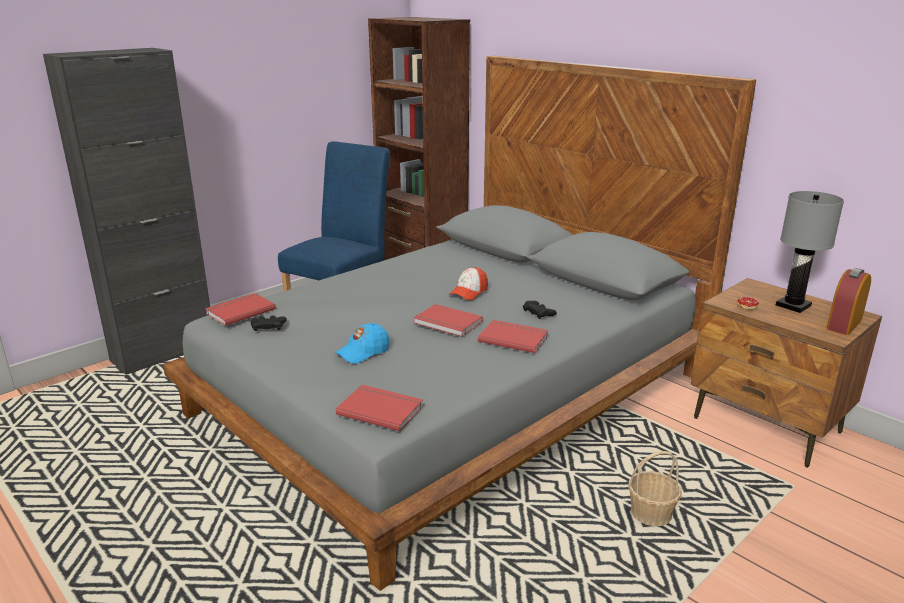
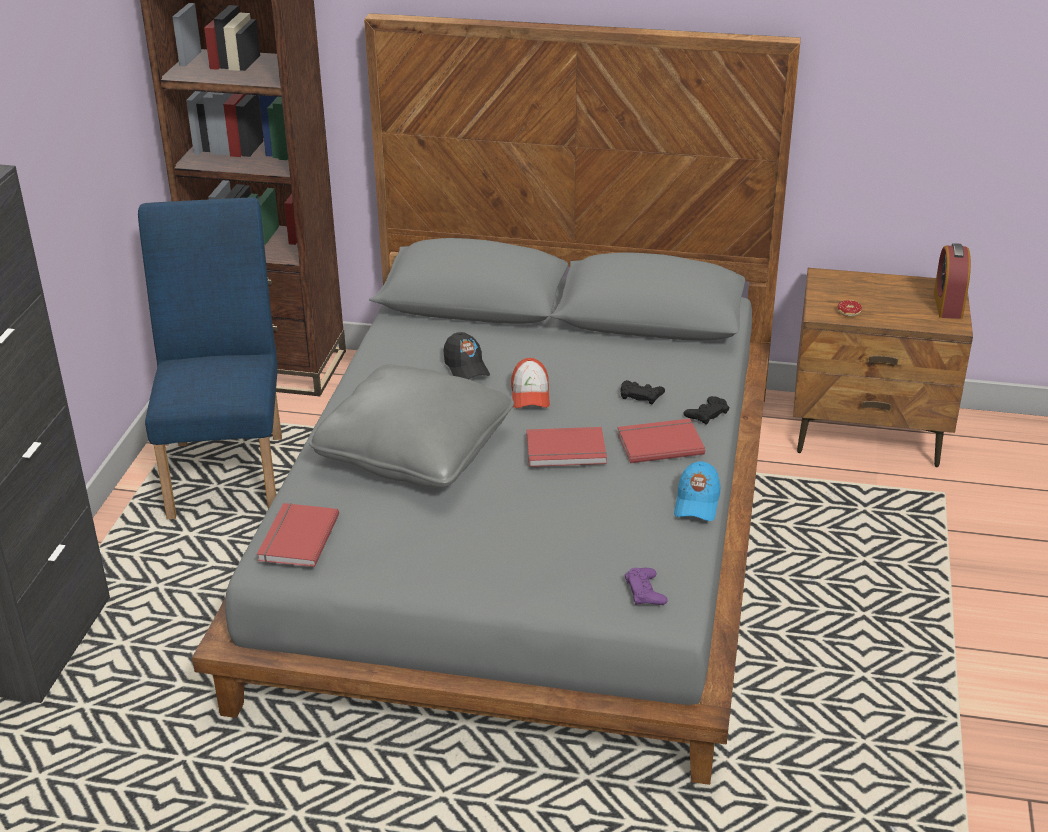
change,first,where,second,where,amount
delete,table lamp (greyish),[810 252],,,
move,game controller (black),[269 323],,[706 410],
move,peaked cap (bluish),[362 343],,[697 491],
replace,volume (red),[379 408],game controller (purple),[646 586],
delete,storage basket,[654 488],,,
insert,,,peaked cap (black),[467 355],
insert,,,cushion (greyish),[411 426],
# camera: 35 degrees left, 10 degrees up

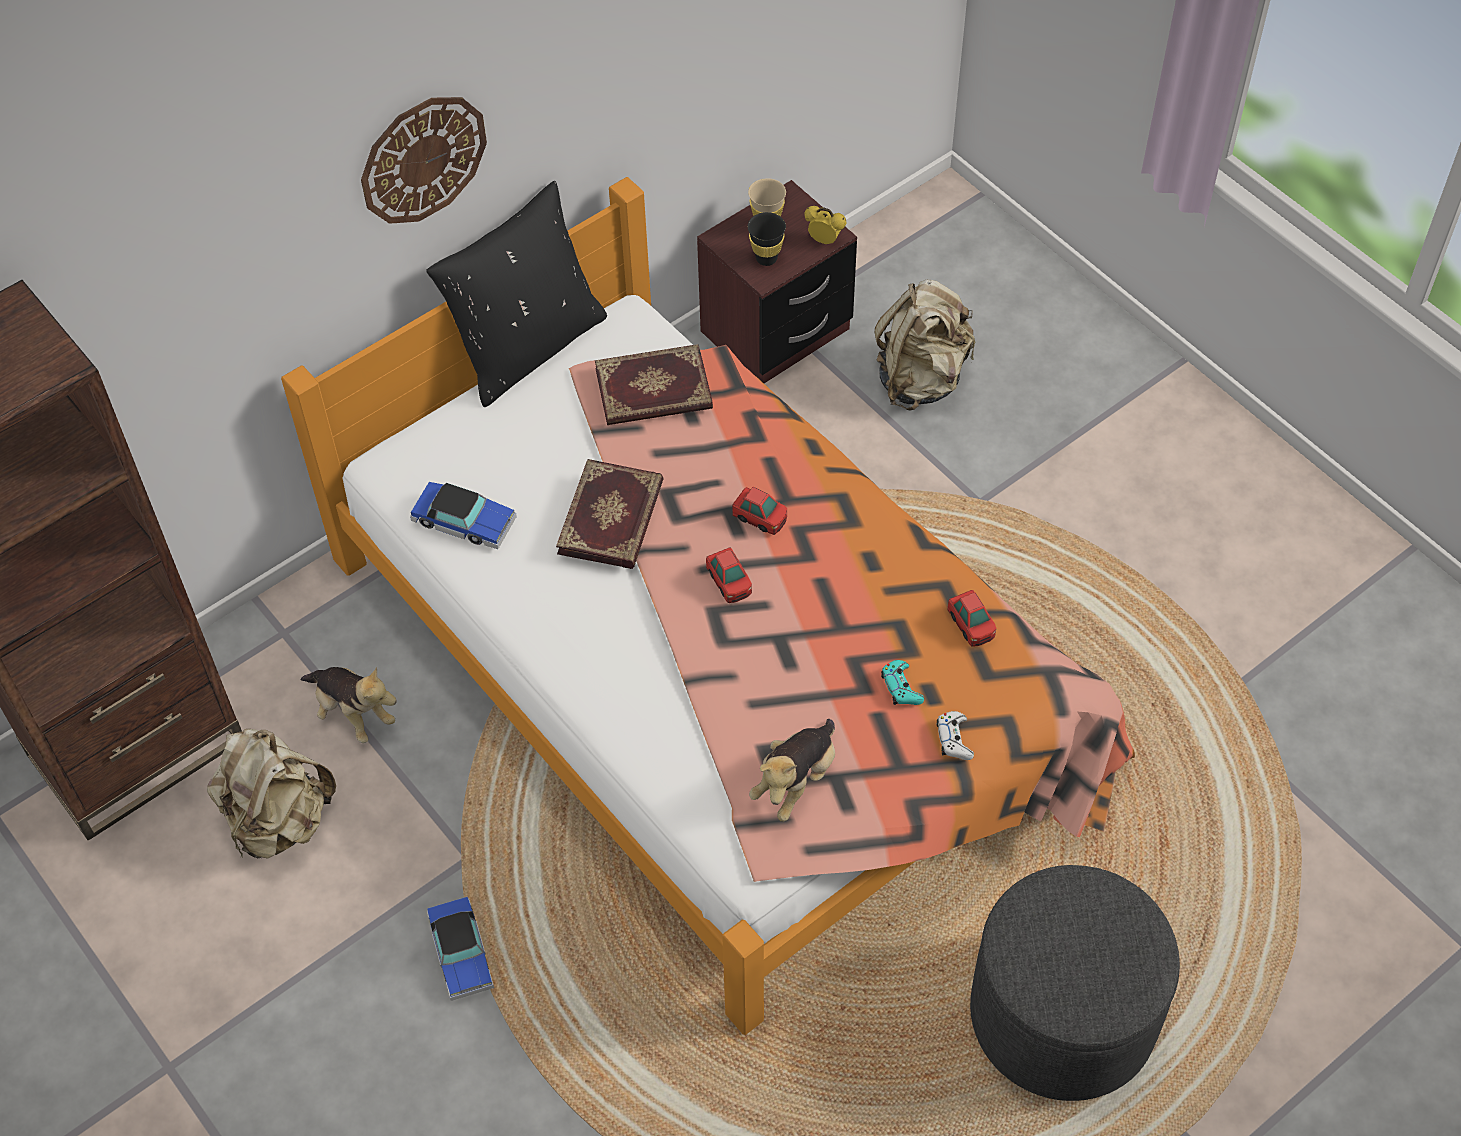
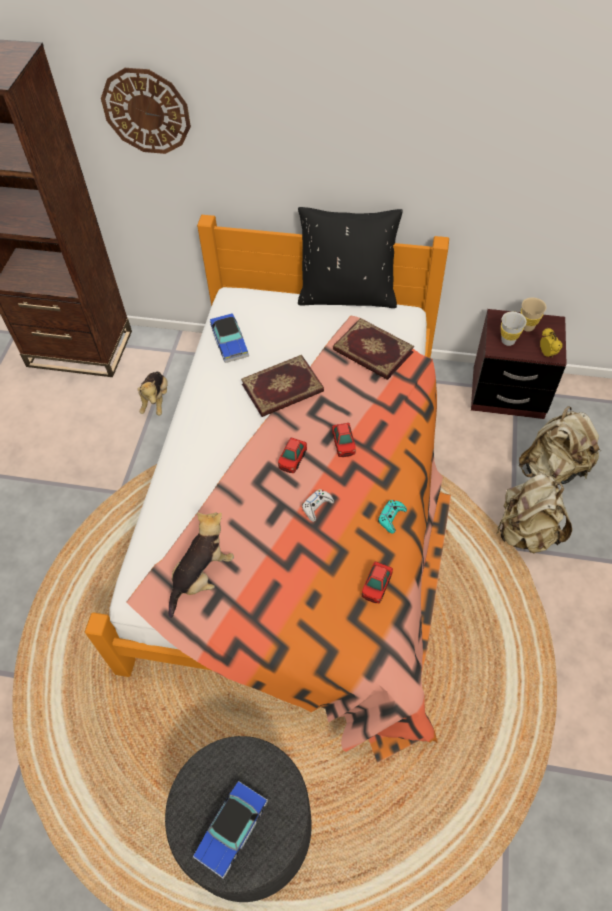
change,first,where,second,where,amount
move,hanging clock,[424 160],,[146 111],
recolor,cup (black),[767 239],cup (whitish),[514 329],
move,game controller (blue-green),[902 682],,[392 517],
move,game controller (whitish),[955 735],,[318 505],
rotate,plush toy,[792 770],,[201 565],135 degrees clockwise
move,backpack (beige-coloured),[271 794],,[534 513],
move,miniature car,[460 949],,[230 830],
# camera: 50 degrees right, 0 degrees up

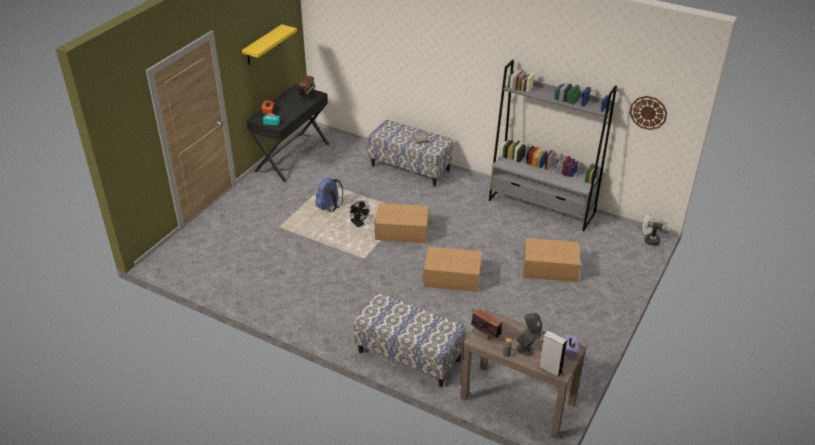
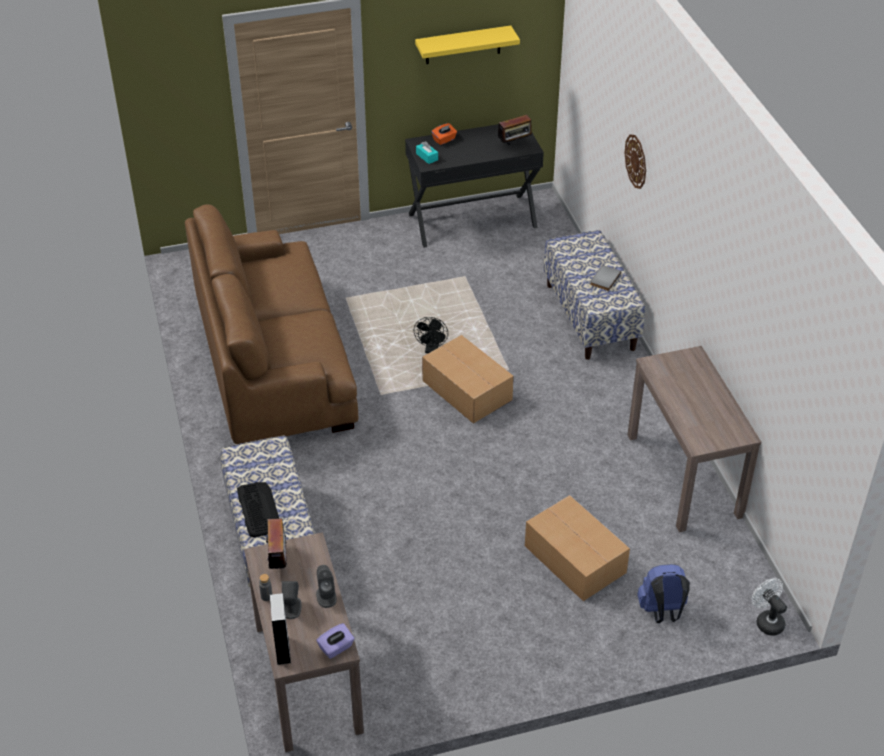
change,first,where,second,where,amount
replace,shelving unit (greyish),[553 145],hall table (brown),[694 439],
move,hanging clock,[648 113],,[635 161],
move,backpack (bluish),[329 195],,[663 593],
delete,packing box,[452 269],,,
insert,,,couch (brown),[271 324],
insert,,,computer keyboard,[258 509],
# camera: 45 degrees right, 5 degrees up

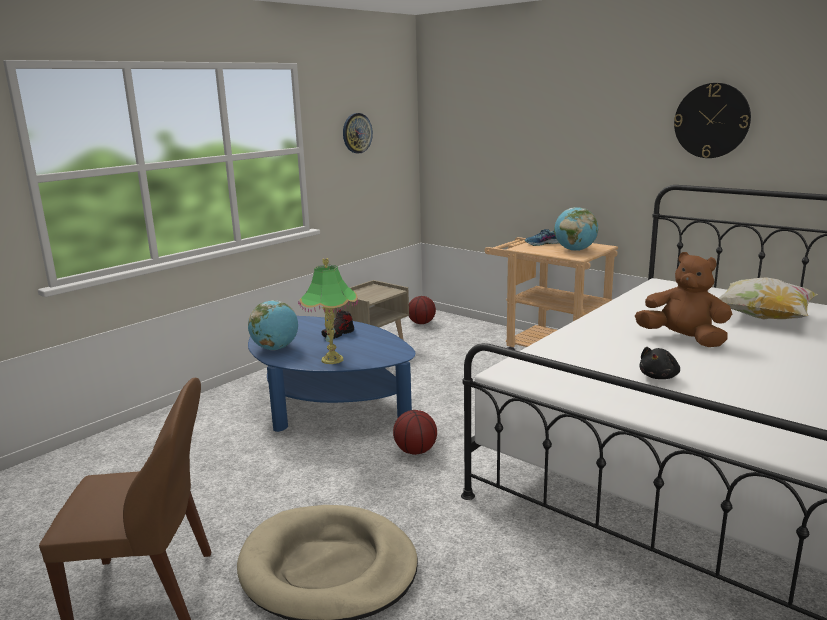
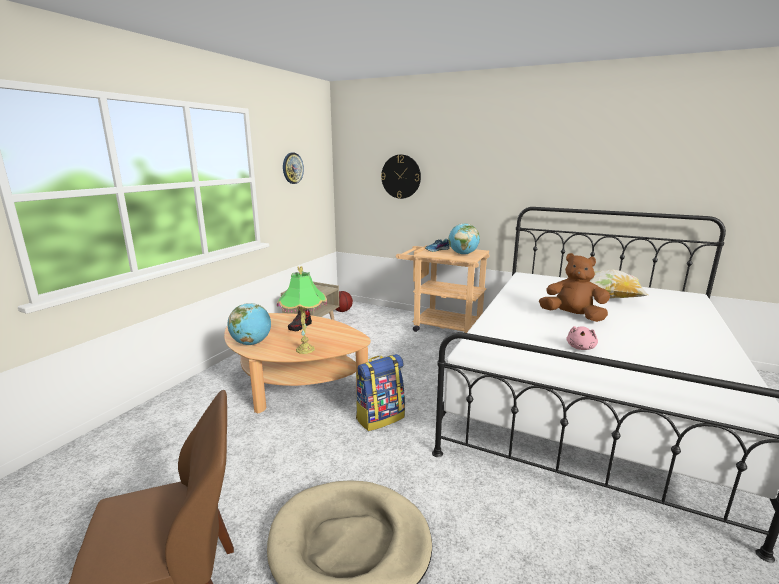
change,first,where,second,where,amount
move,hanging clock,[712 120],,[401 177],
recolor,coffee table (bluish),[331 374],coffee table (beige-coloured),[297 363],
recolor,plush toy (black),[659 363],plush toy (pink-coloured),[582 338],
replace,basketball ball,[415 432],backpack,[380 392],
# camera: 15 degrees left, 0 degrees up

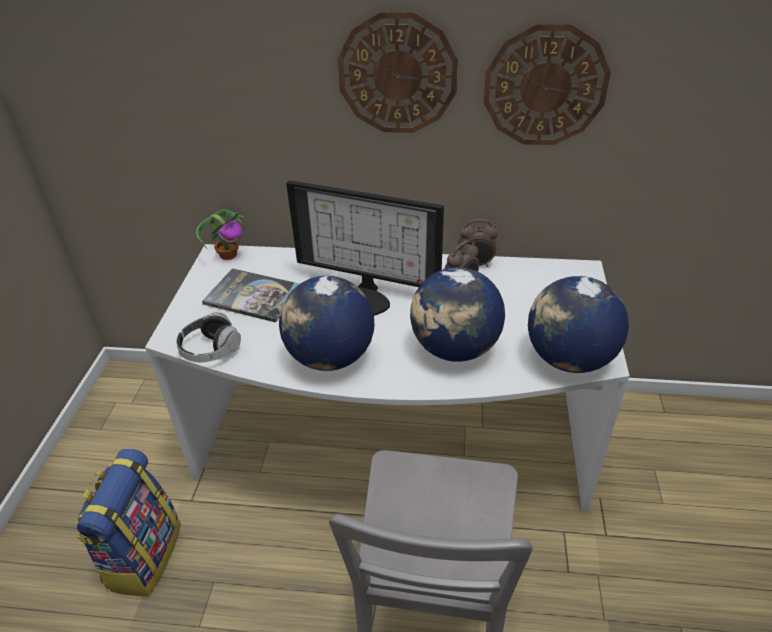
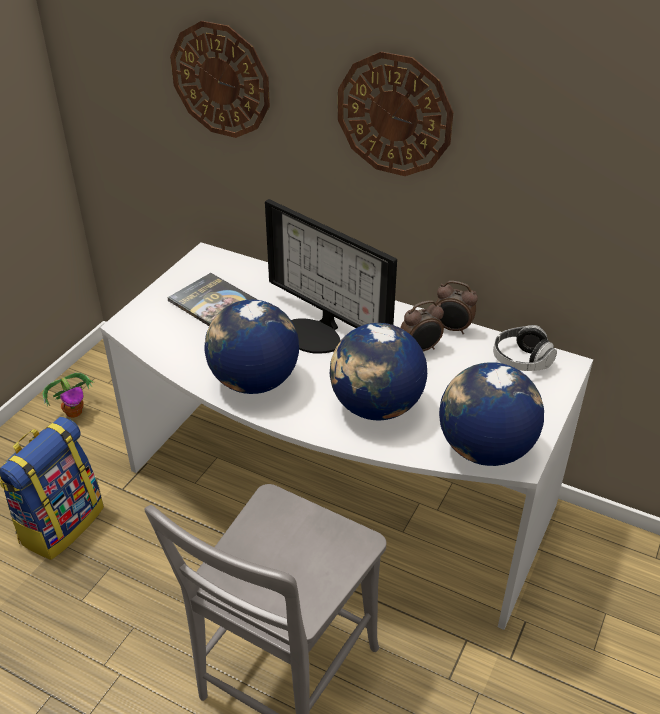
change,first,where,second,where,amount
move,hanging clock,[547 84],,[220 79],
move,houseplant,[220 234],,[68 395],
move,pair of headphones,[208 337],,[525 348],
# camera: 20 degrees right, 0 degrees up

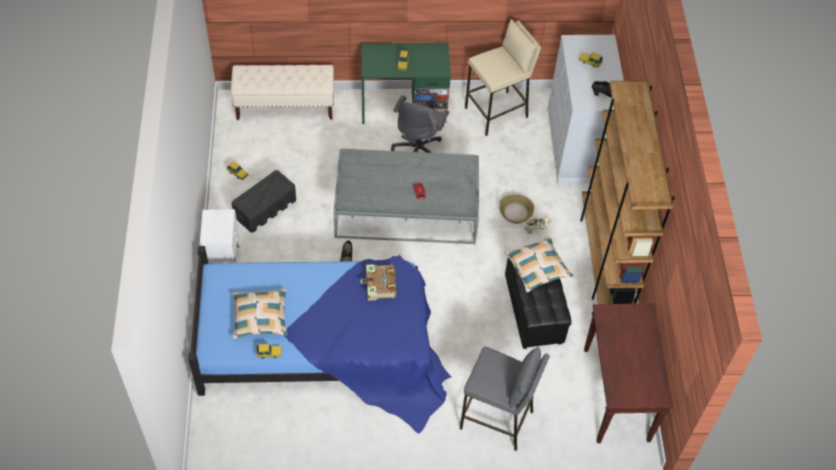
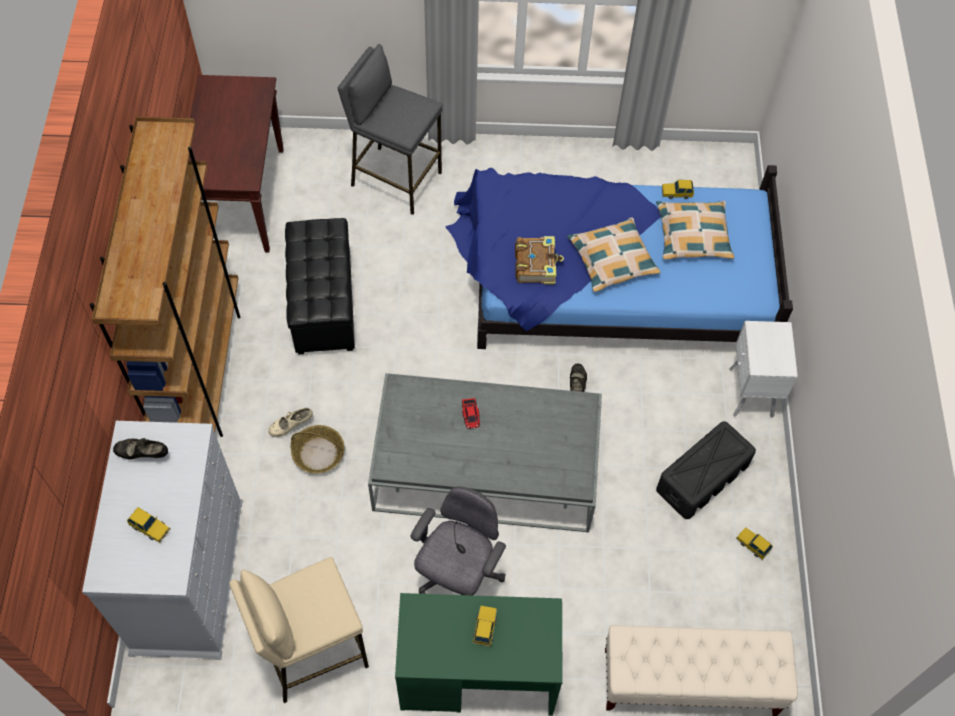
change,first,where,second,where,amount
move,cushion,[538 264],,[614 254],
# camera: 175 degrees left, 5 degrees up

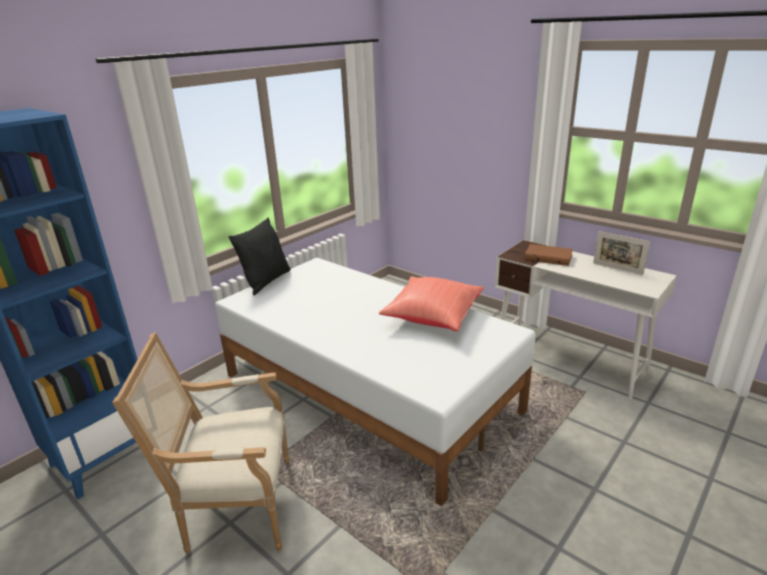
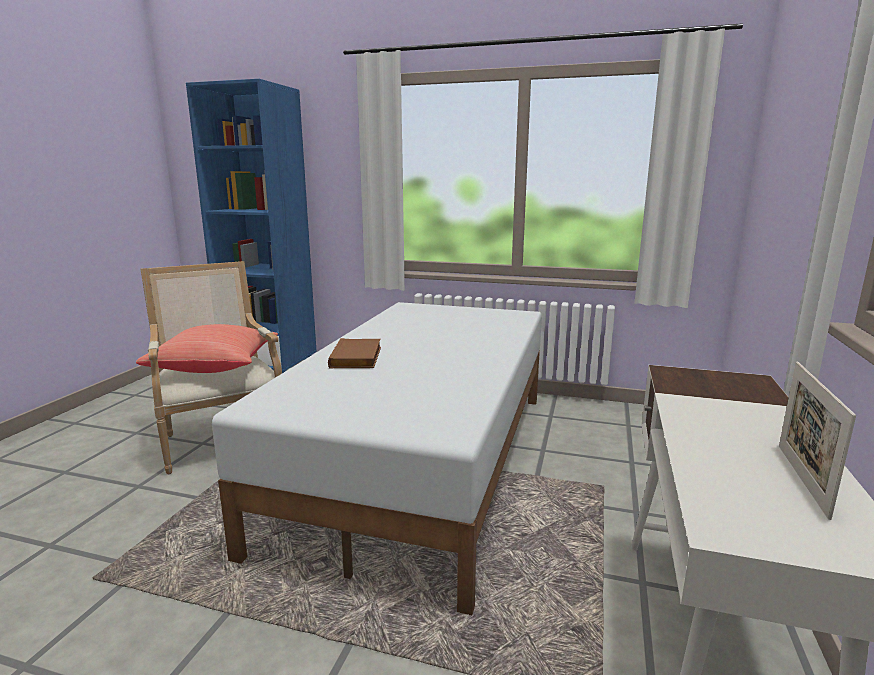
change,first,where,second,where,amount
delete,cushion (black),[260 256],,,
move,volume (brown),[548 255],,[354 353],
move,cushion (red),[431 303],,[207 348],
# camera: 65 degrees right, 10 degrees down

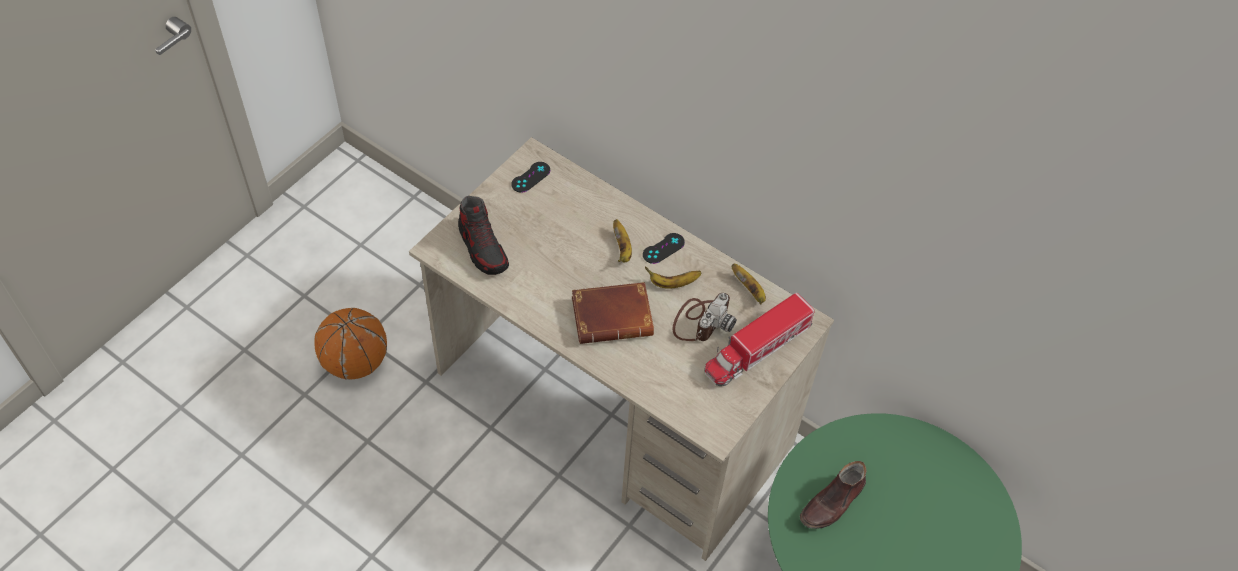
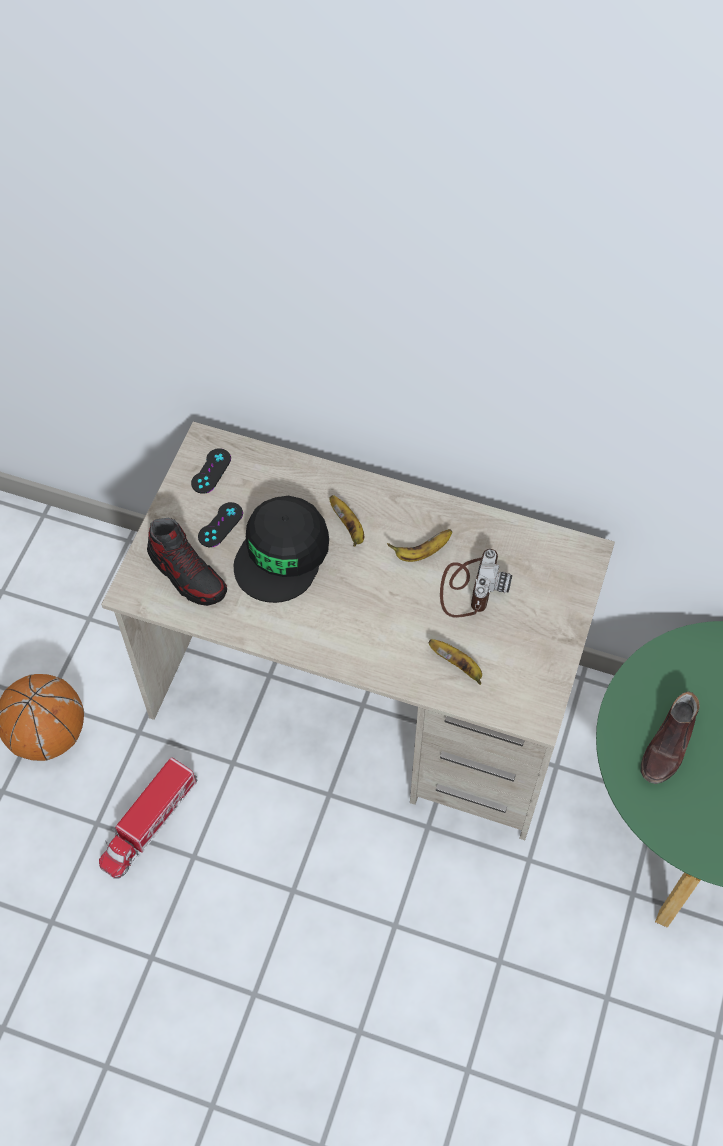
change,first,where,second,where,amount
move,game controller (black),[664 248],,[220 524],
move,whole banana,[749 284],,[455 662],
delete,volume (brown),[613 313],,,
move,toy lorry,[759 339],,[148 818],
insert,,,peaked cap (black),[281 549],
# camera: 15 degrees left, 5 degrees up

